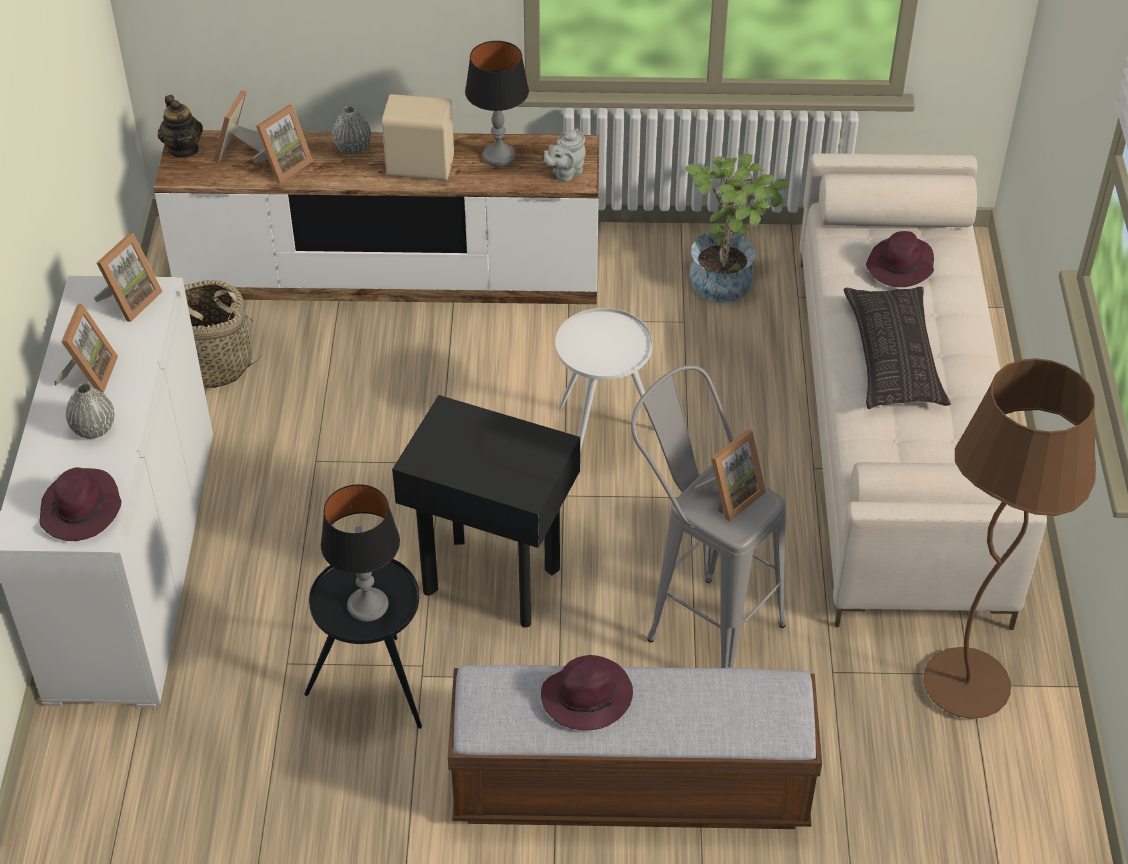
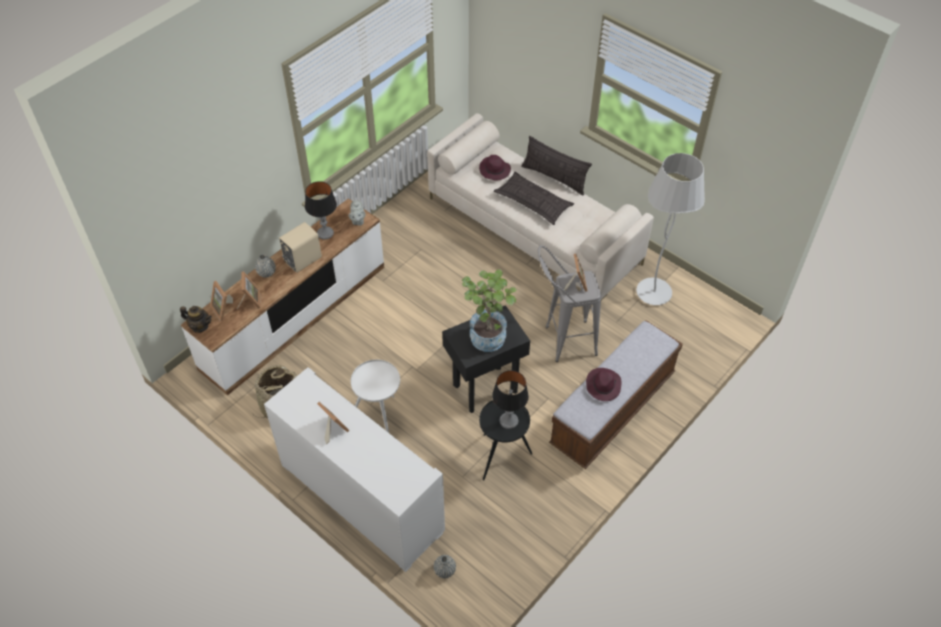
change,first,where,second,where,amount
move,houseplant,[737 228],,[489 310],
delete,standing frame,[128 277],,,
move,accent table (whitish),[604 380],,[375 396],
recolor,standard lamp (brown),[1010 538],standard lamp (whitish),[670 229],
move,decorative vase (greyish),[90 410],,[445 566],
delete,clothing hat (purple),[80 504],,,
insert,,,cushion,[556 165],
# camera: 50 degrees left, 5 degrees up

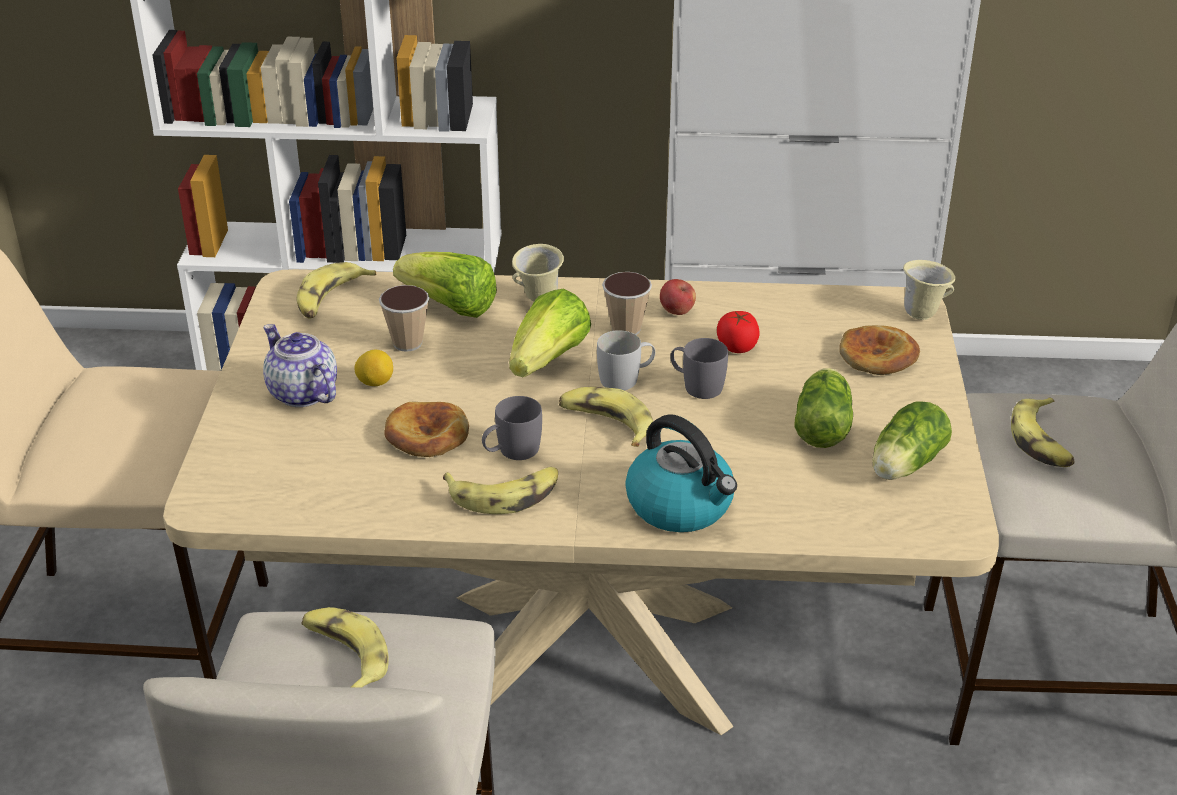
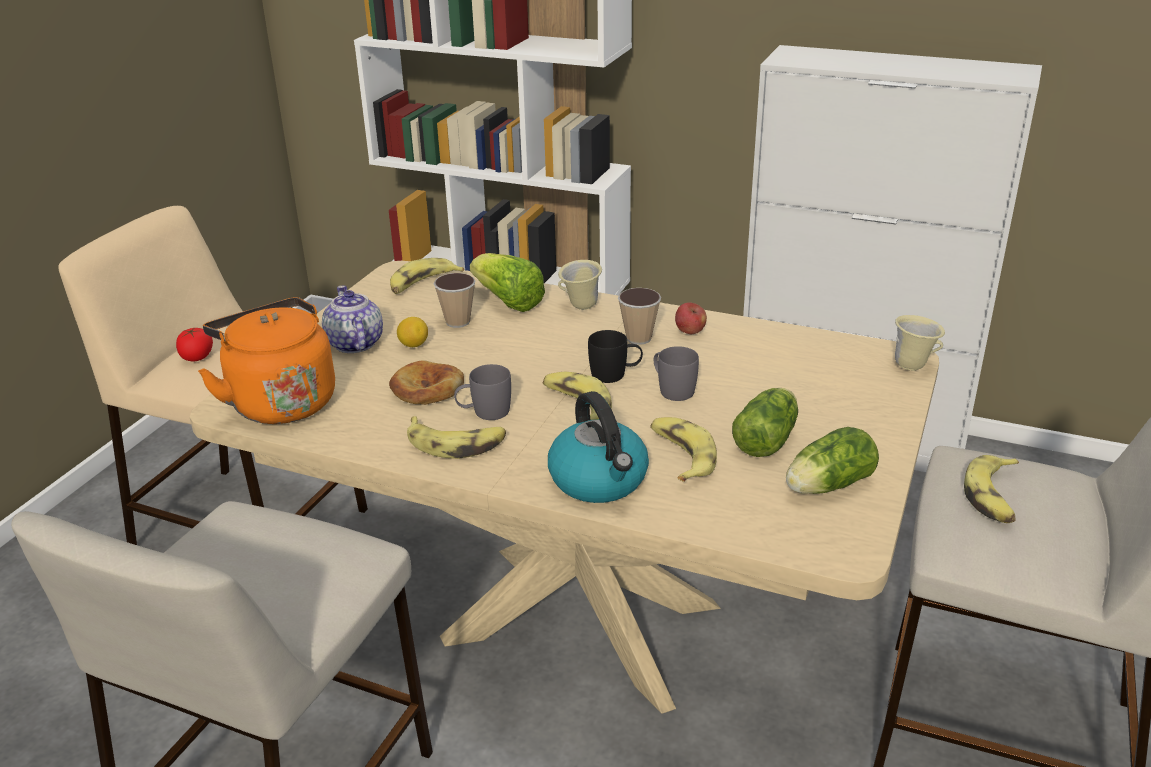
change,first,where,second,where,amount
delete,lettuce,[550 333],,,
move,whole tomato,[738 332],,[194 344],
delete,bakery bread,[879 350],,,
recolor,tea mug (whitish),[626 360],tea mug (black),[615 356],
move,whole banana,[344 647],,[683 449],
insert,,,kettle (orangey),[266 360],
# camera: 20 degrees right, 5 degrees down

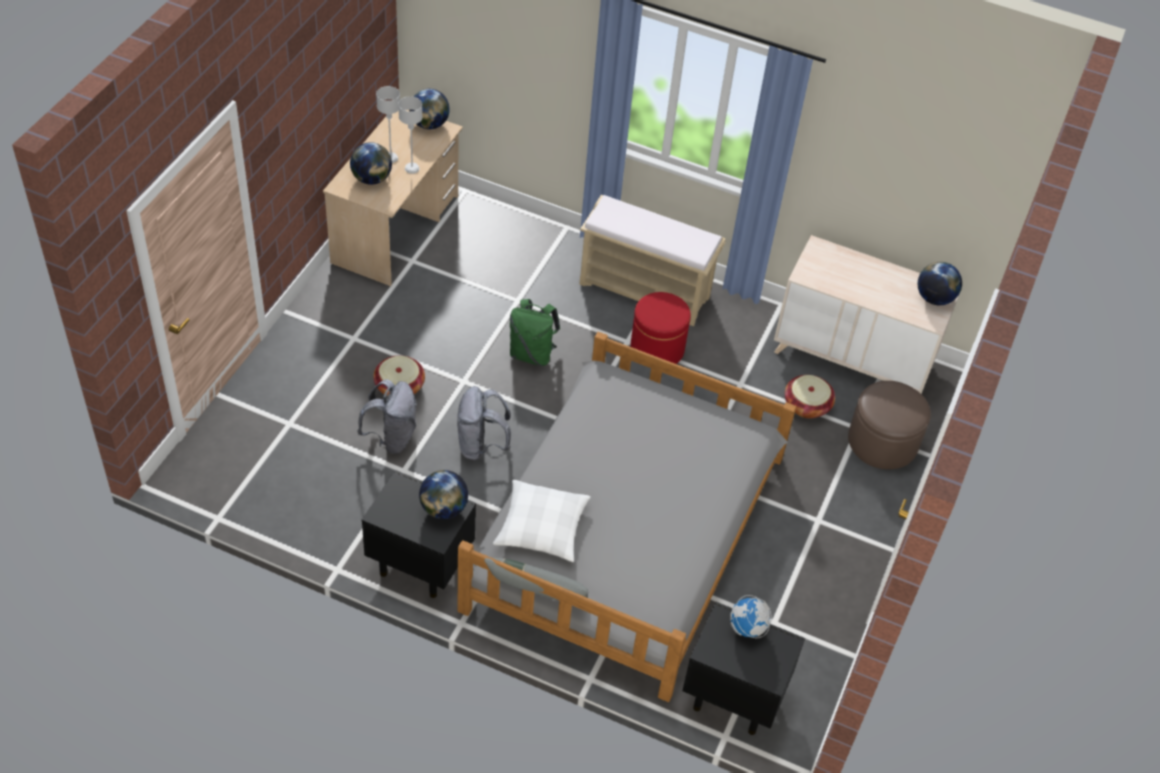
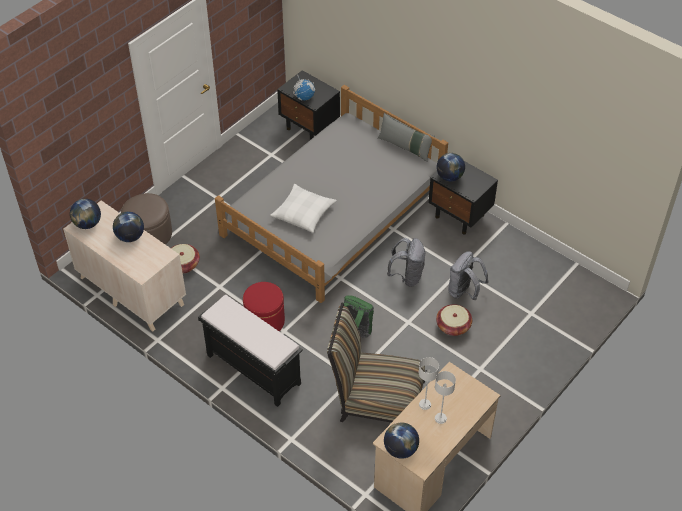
change,first,where,second,where,amount
move,desk globe,[371 163],,[128 227],
recolor,long seat (beige-coloured),[652 260],long seat (black),[250 351],
move,cushion (whitish),[542 521],,[303 208],
insert,,,chair,[376 363],
# camera: 160 degrees left, 0 degrees up

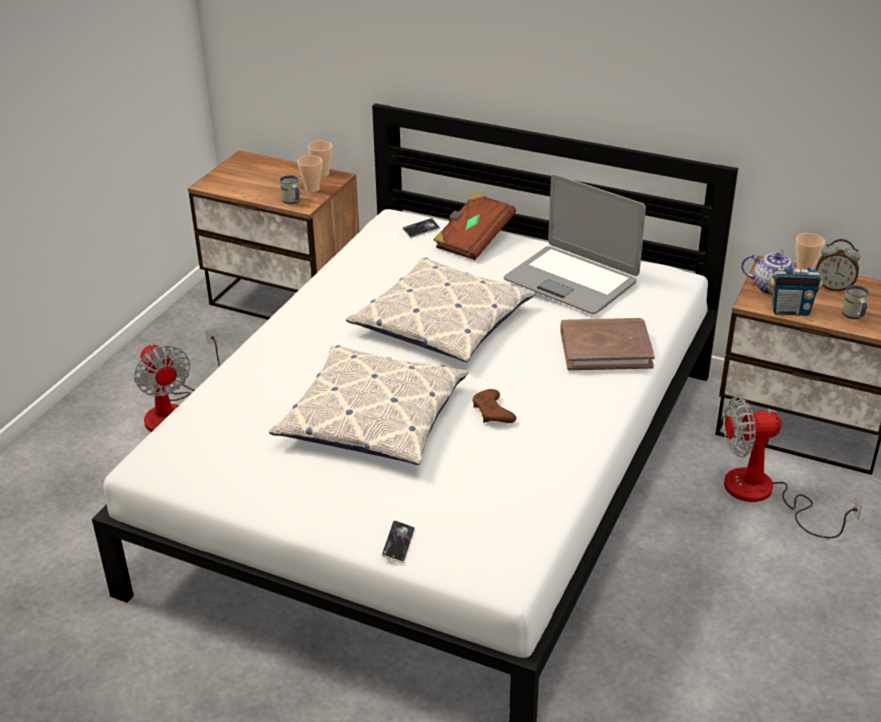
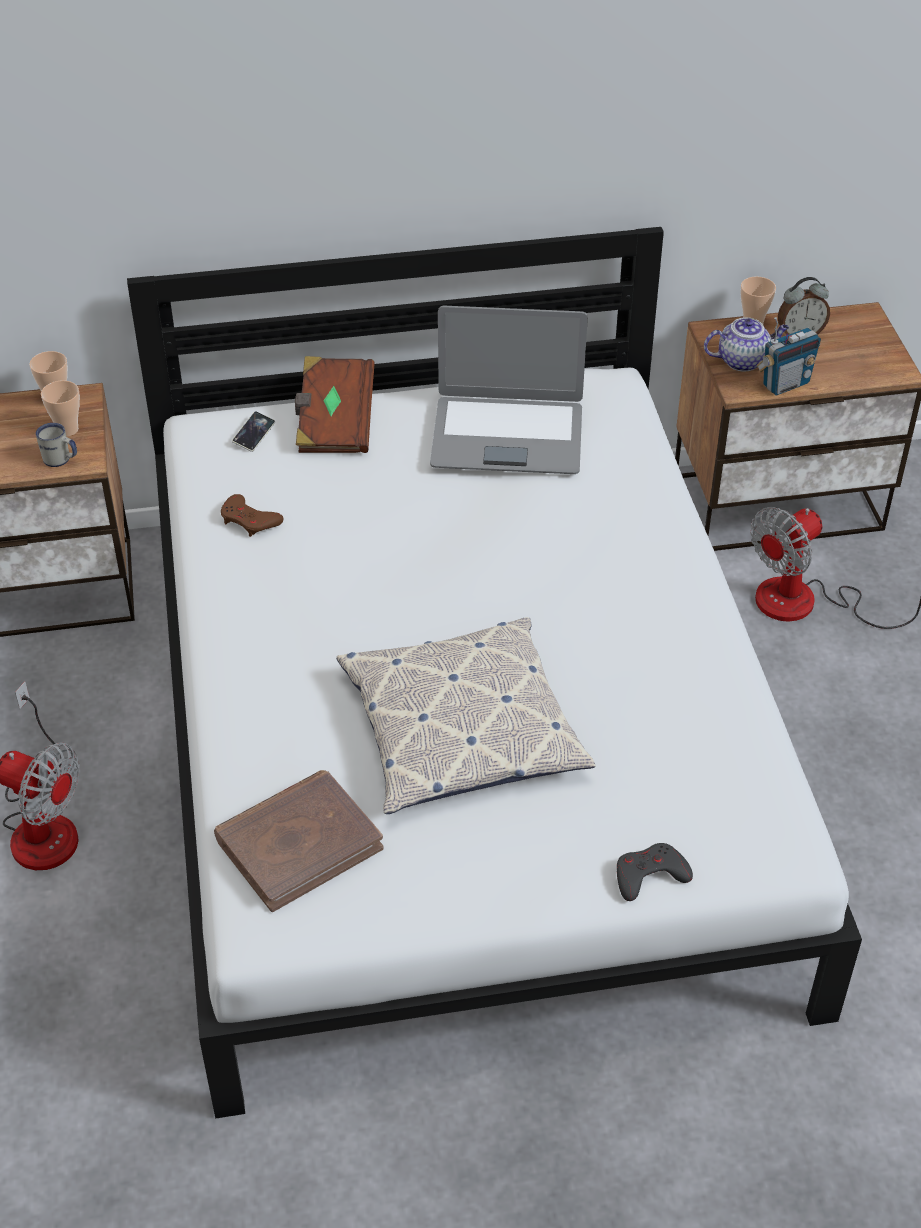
change,first,where,second,where,amount
delete,cushion,[440 309],,,
delete,tea mug (whitish),[855 302],,,
move,volume (brown),[608 344],,[299 841],
move,game controller (brown),[494 406],,[252 515],
replace,telephone,[398 542],game controller (greyish),[655 872],
# camera: 35 degrees left, 10 degrees up

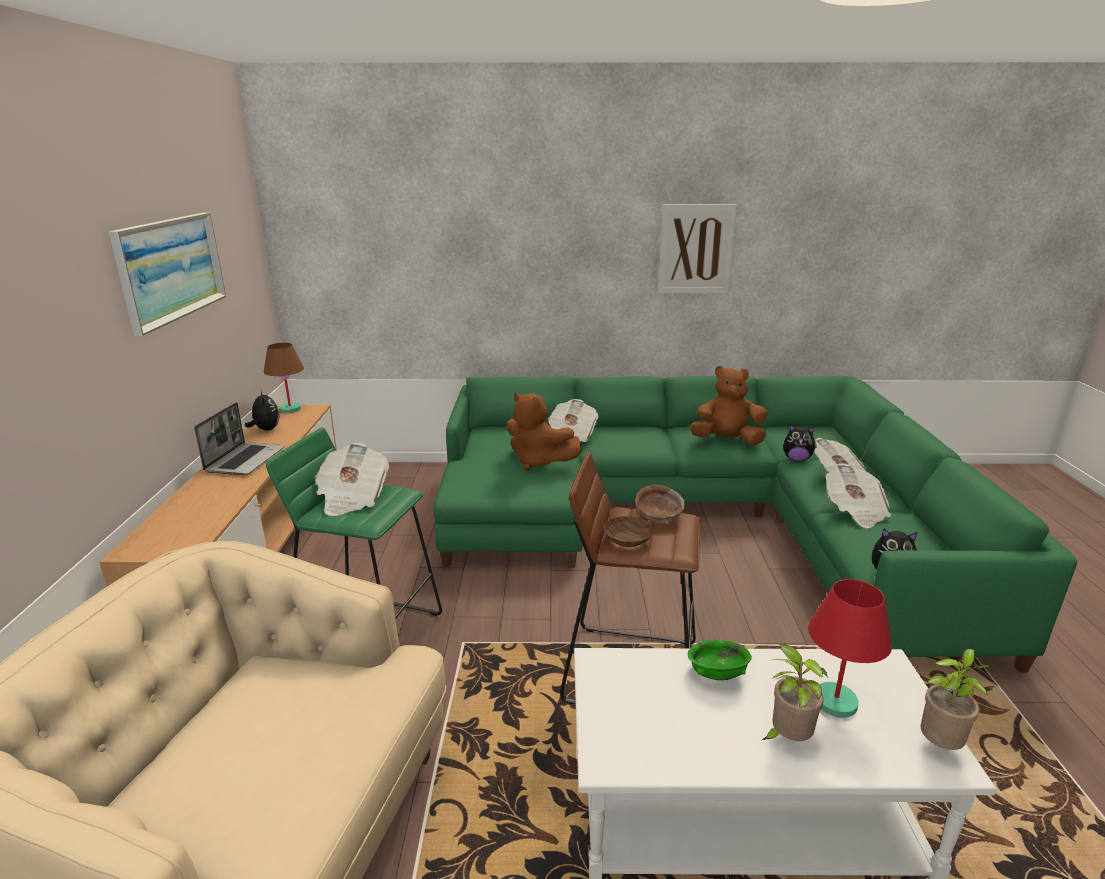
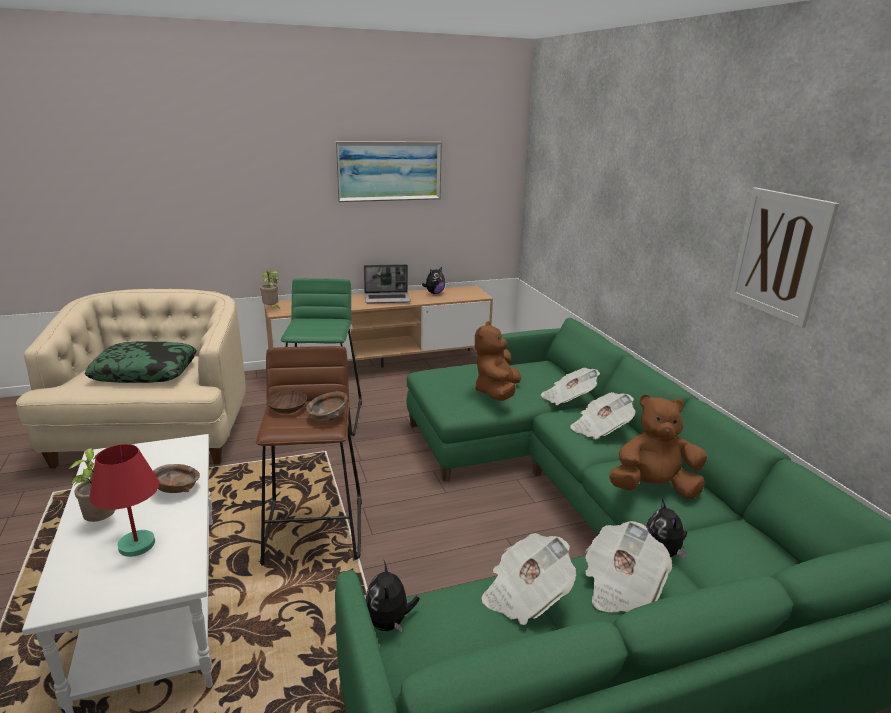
change,first,where,second,where,amount
delete,table lamp (brown),[284 378],,,
rotate,plush toy (brown),[728 405],,[658 446],75 degrees counterclockwise
move,newspaper,[352 479],,[602 415],
recolor,serving bowl (green-coloured),[720 660],serving bowl (brown),[176 478],
move,houseplant,[956 699],,[270 289],
insert,,,cushion,[141 362],
# camera: 70 degrees right, 0 degrees up

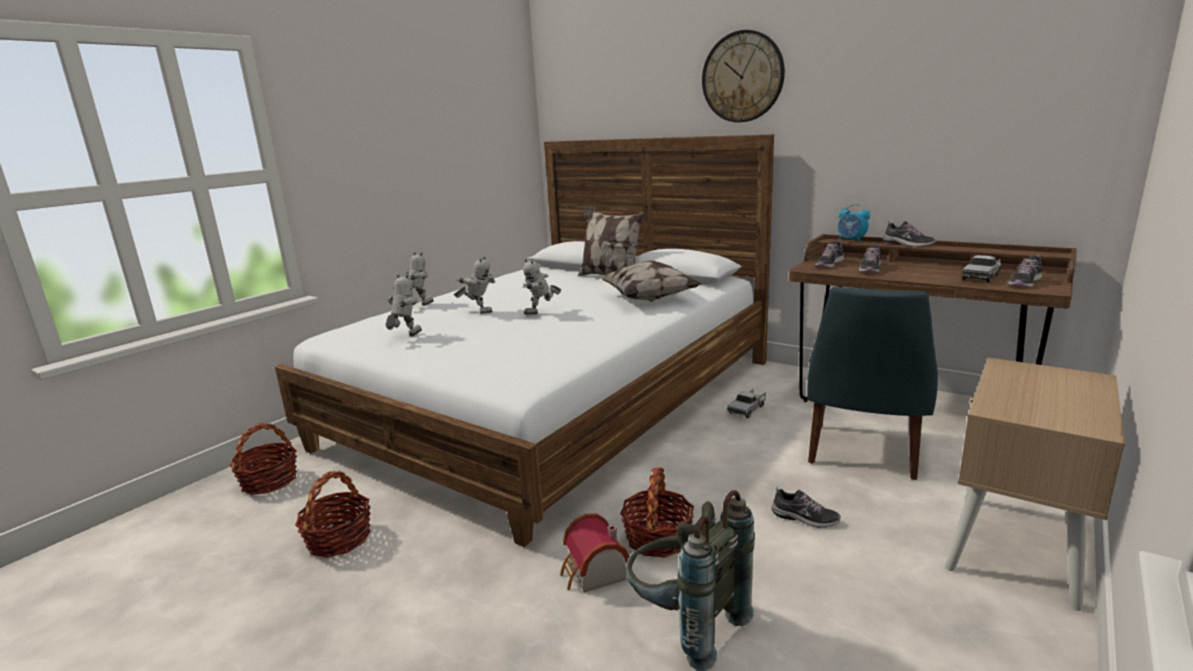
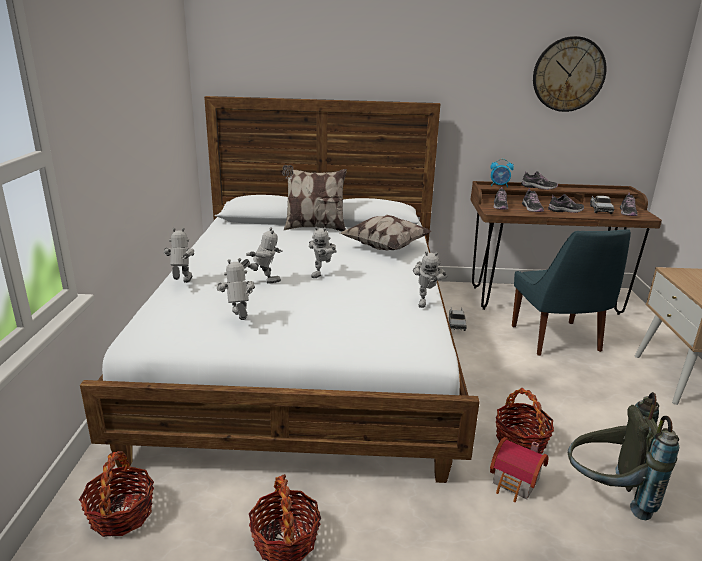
change,first,where,second,where,amount
move,hanging clock,[743 76],,[570 74],
move,shoe,[806 507],,[566 203],
insert,,,toy robot,[430 279],
# camera: 35 degrees left, 5 degrees up

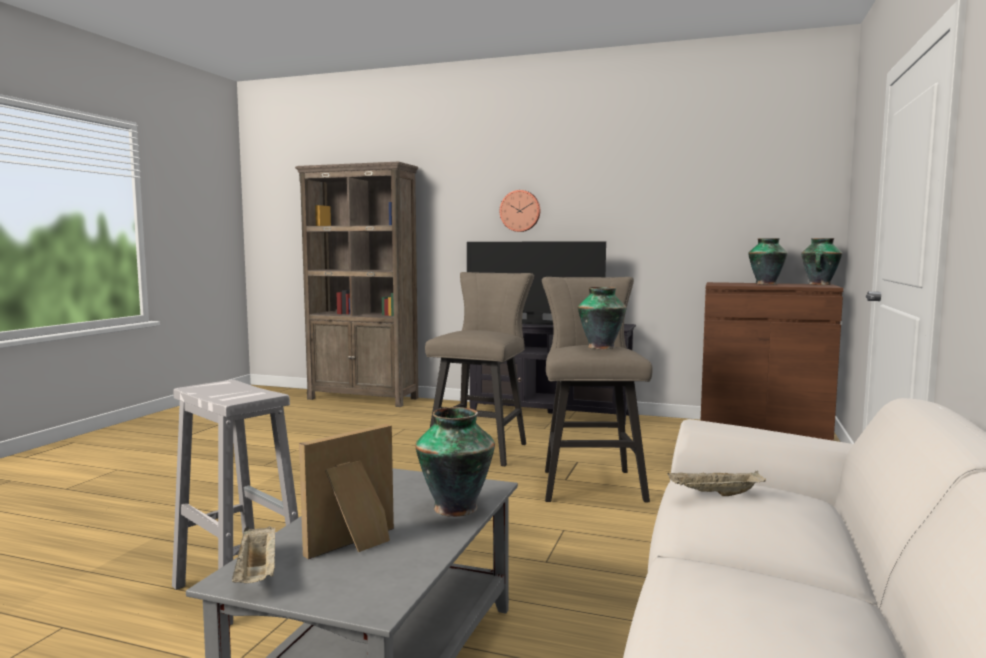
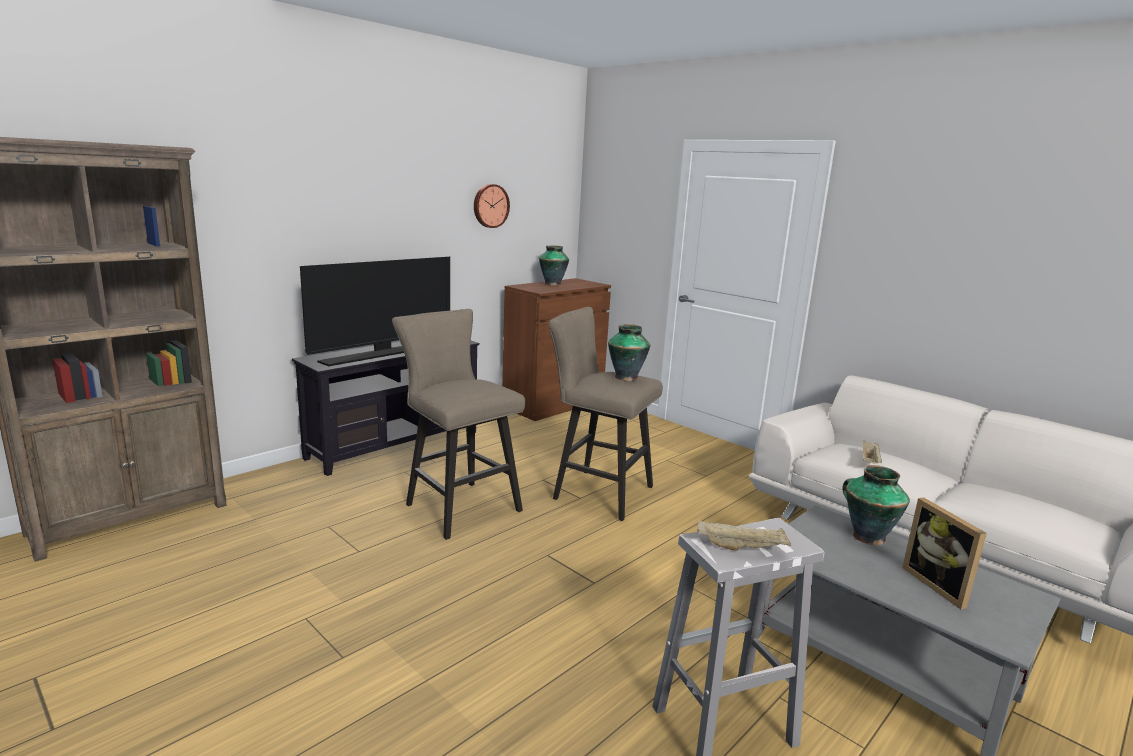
change,first,where,second,where,amount
move,hanging clock,[520 211],,[492 206],
delete,decorative vase,[822 261],,,
move,serving tray (beige-coloured),[253 554],,[744 536],
# camera: 65 degrees left, 10 degrees up

